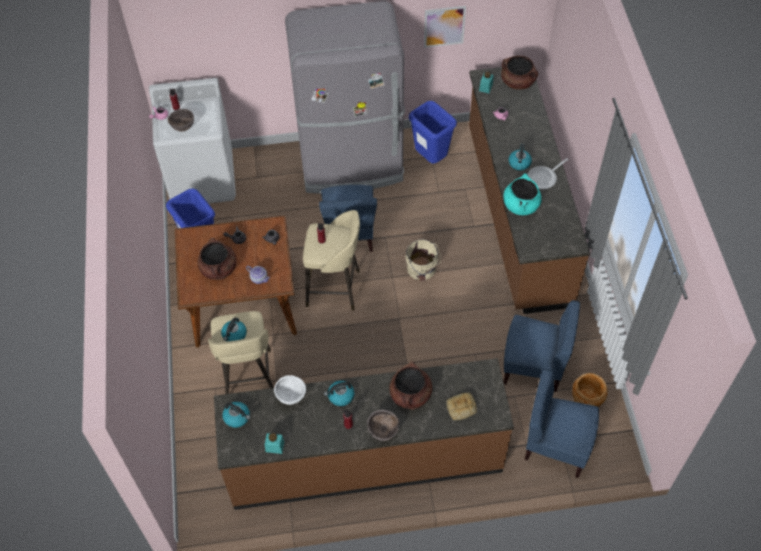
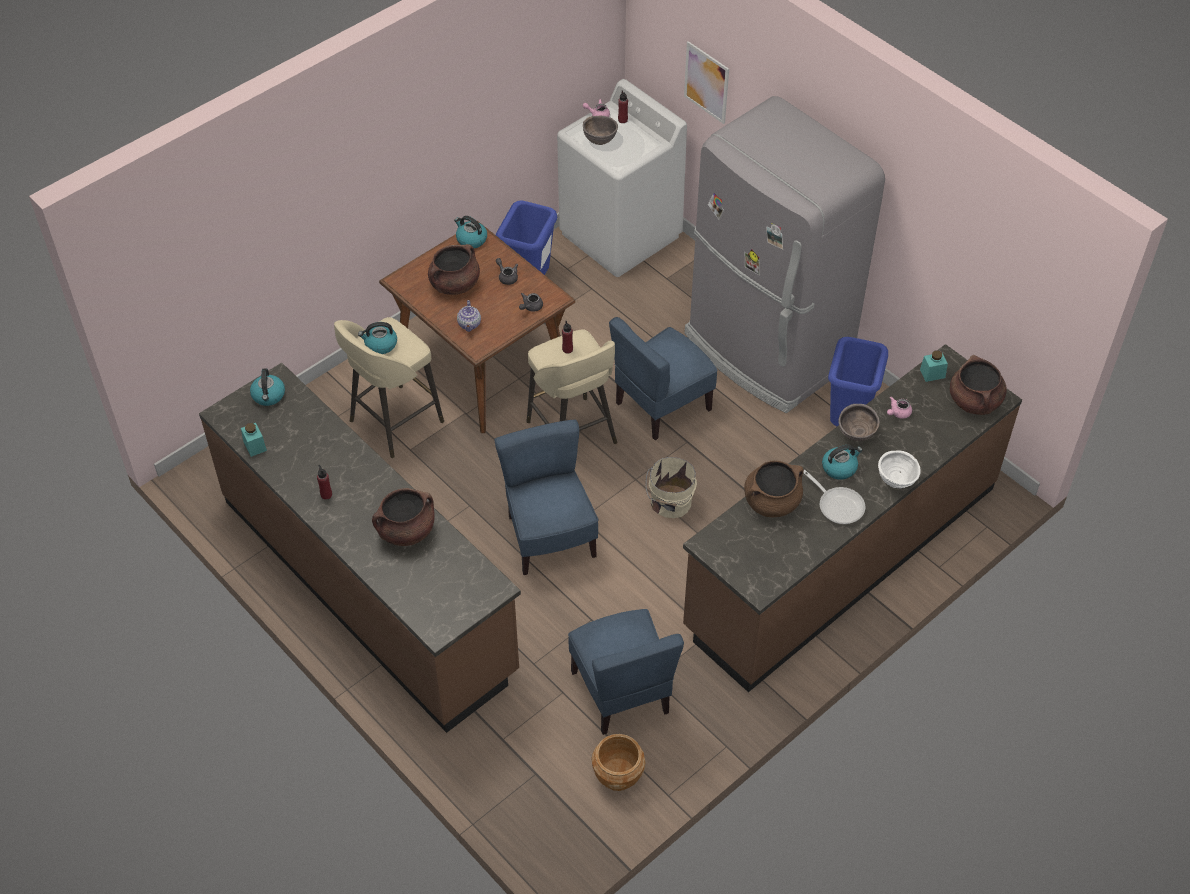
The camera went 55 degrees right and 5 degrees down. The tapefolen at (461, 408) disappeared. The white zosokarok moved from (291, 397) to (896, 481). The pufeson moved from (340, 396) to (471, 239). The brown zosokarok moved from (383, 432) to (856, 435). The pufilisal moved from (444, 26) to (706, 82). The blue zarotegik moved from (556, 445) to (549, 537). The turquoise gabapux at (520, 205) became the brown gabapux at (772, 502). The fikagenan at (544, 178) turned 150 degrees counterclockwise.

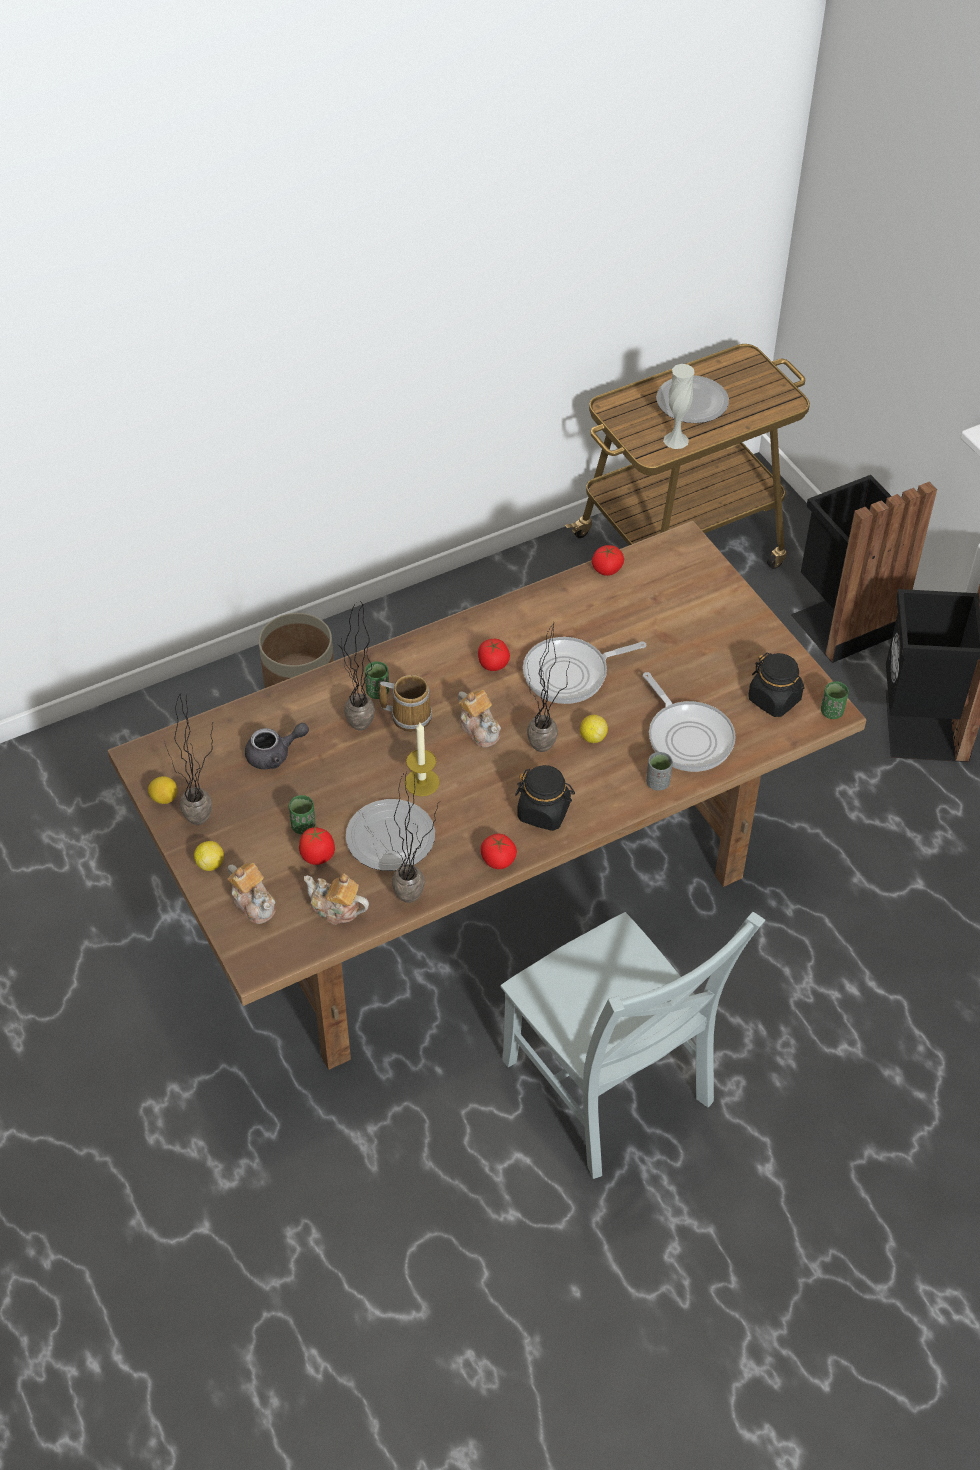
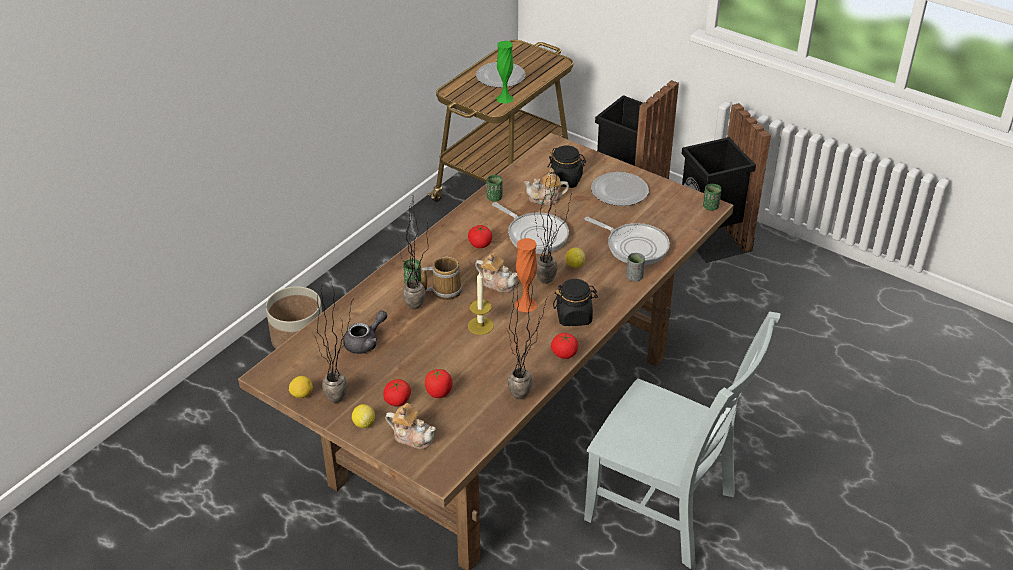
The camera went 25 degrees left and 10 degrees down. The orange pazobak at (525, 304) appeared. The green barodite moved from (303, 826) to (494, 198). The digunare moved from (336, 909) to (545, 199). The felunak moved from (391, 838) to (620, 191). The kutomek moved from (607, 569) to (397, 400). The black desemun moved from (774, 699) to (566, 180). The white pazobak at (676, 440) became the green pazobak at (505, 98). The fikagenan at (570, 674) turned 90 degrees counterclockwise.

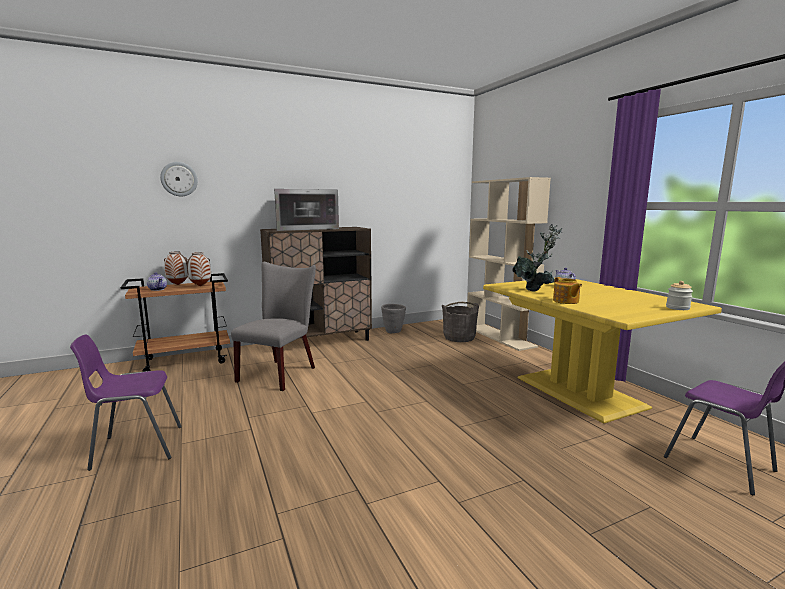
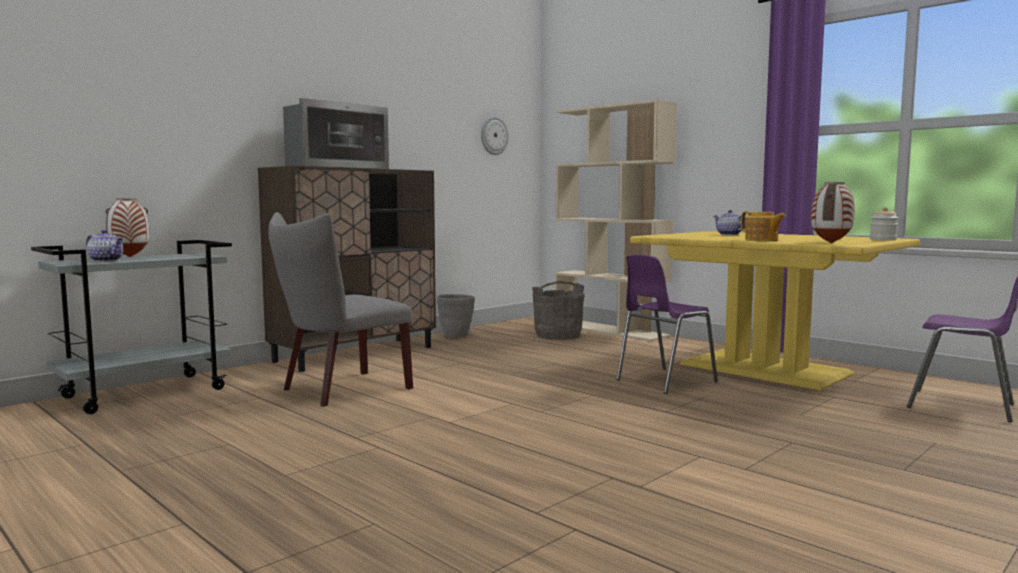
The camera went 20 degrees left and 5 degrees down. The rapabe at (535, 290) disappeared. The purple zarotegik moved from (135, 447) to (663, 381). The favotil moved from (179, 179) to (494, 135). The pazobak moved from (200, 286) to (830, 243). The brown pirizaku at (186, 361) became the grey pirizaku at (146, 393). The grey zarotegik at (280, 373) turned 135 degrees counterclockwise.

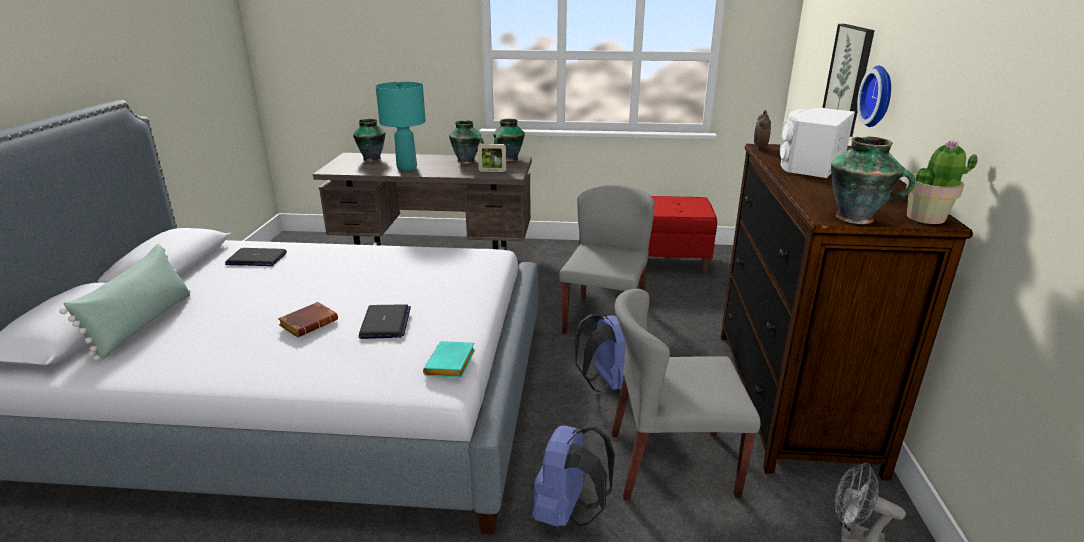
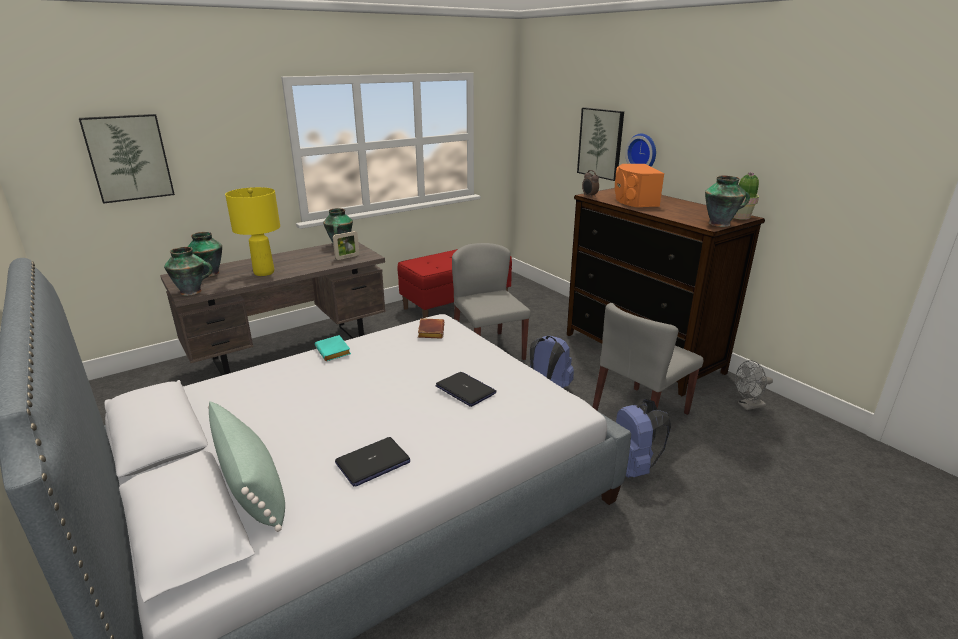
The camera went 40 degrees left and 0 degrees up. The pufilisal at (129, 158) appeared. The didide moved from (256, 259) to (372, 463). The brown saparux moved from (309, 323) to (430, 331). The turquoise saparux moved from (451, 365) to (334, 352). The pazobak moved from (467, 161) to (192, 292). The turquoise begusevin at (406, 168) became the yellow begusevin at (263, 273). The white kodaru at (809, 164) became the orange kodaru at (634, 200).

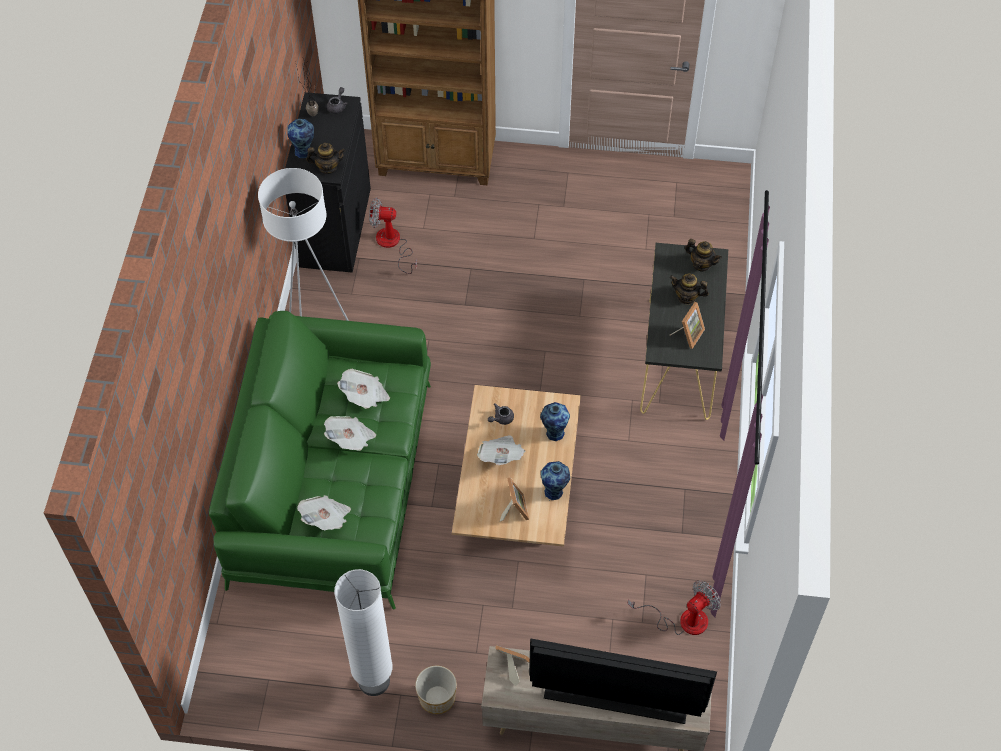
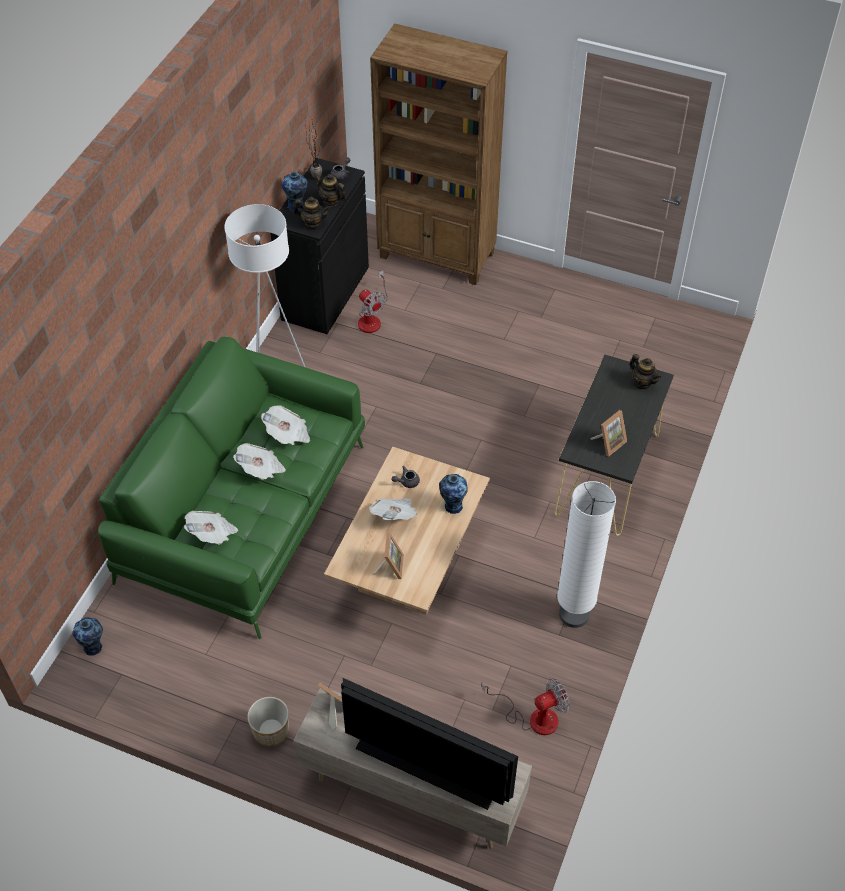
The camera went 15 degrees right and 5 degrees down. The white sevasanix moved from (374, 681) to (574, 615). The pazobak moved from (554, 492) to (94, 647). The digunare moved from (687, 297) to (331, 201). The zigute at (392, 244) turned 150 degrees counterclockwise.

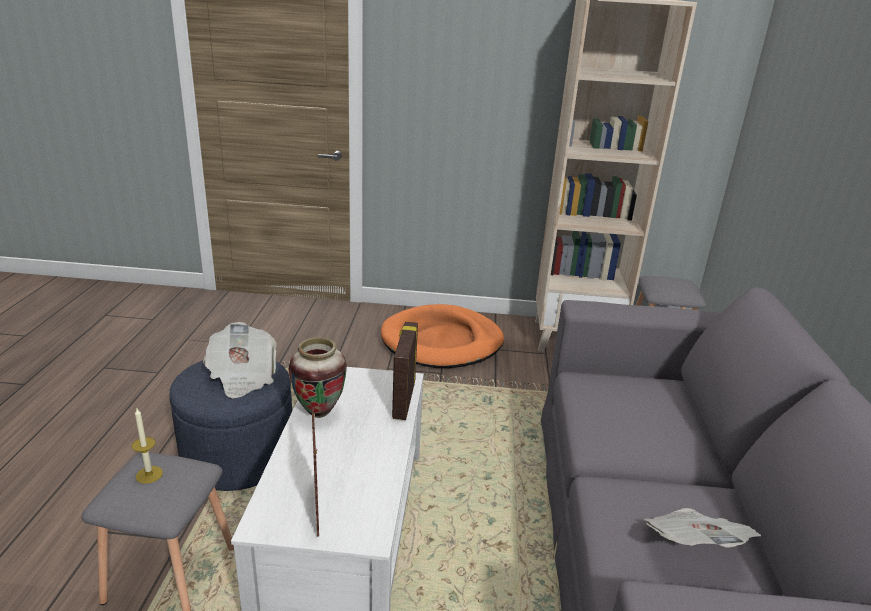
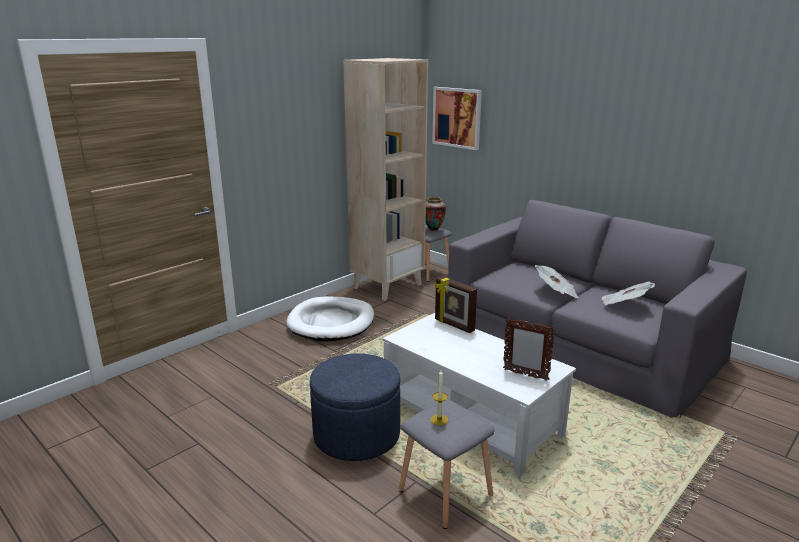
The camera went 50 degrees left and 5 degrees down. The pufilisal at (457, 117) appeared. The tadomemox moved from (242, 376) to (556, 292). The pazobak moved from (319, 412) to (433, 230). The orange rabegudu at (442, 341) became the white rabegudu at (331, 322).

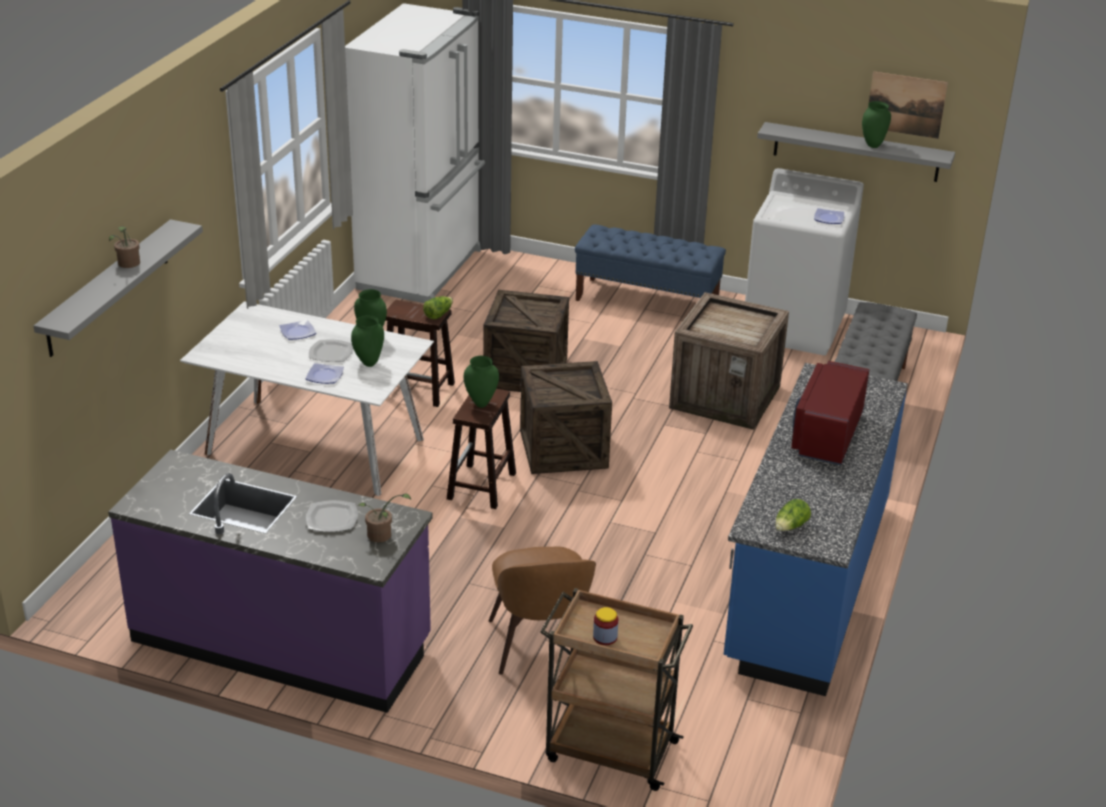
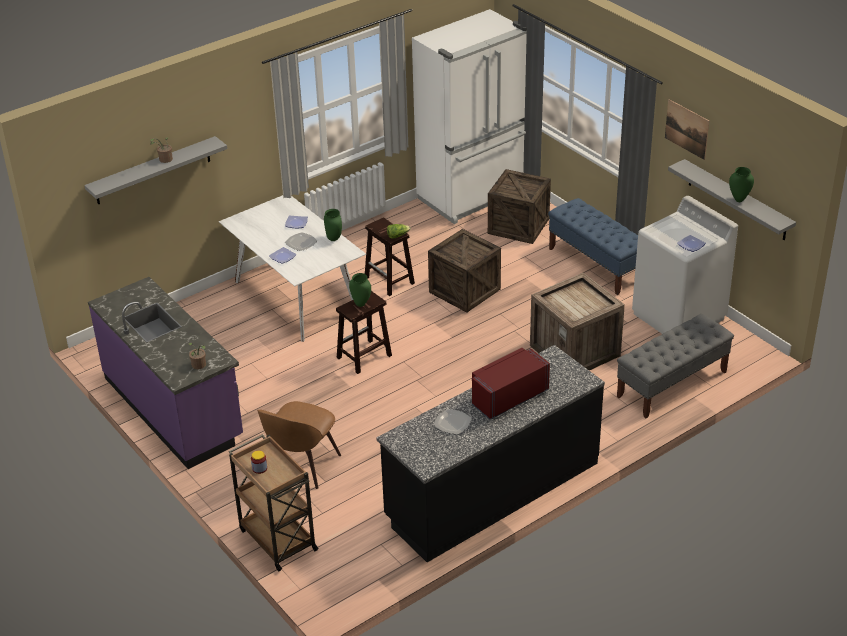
The camera went 35 degrees right and 5 degrees up. The green pazobak at (369, 363) disappeared. The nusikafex at (790, 527) disappeared. The felunak moved from (332, 518) to (453, 423). The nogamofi moved from (563, 449) to (518, 226). The pufilisal moved from (906, 104) to (686, 129). The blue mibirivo at (806, 582) became the black mibirivo at (492, 491).

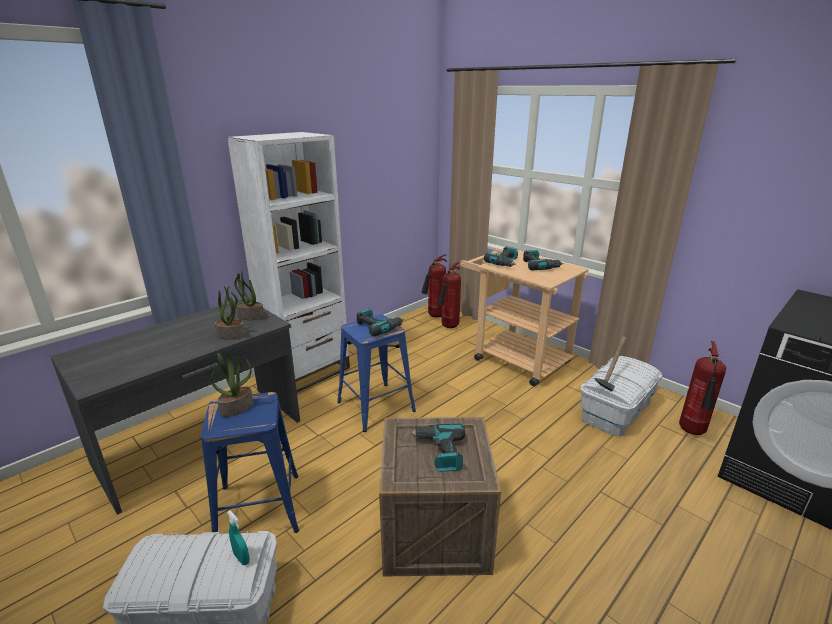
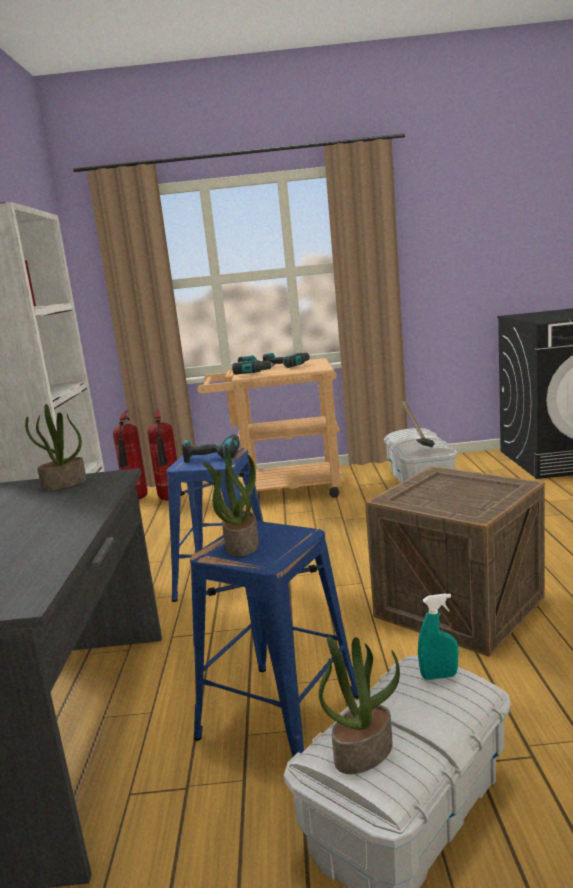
The camera went 45 degrees left and 10 degrees down. The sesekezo at (440, 452) disappeared. The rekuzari at (692, 432) disappeared. The rapabe moved from (231, 335) to (363, 751).

